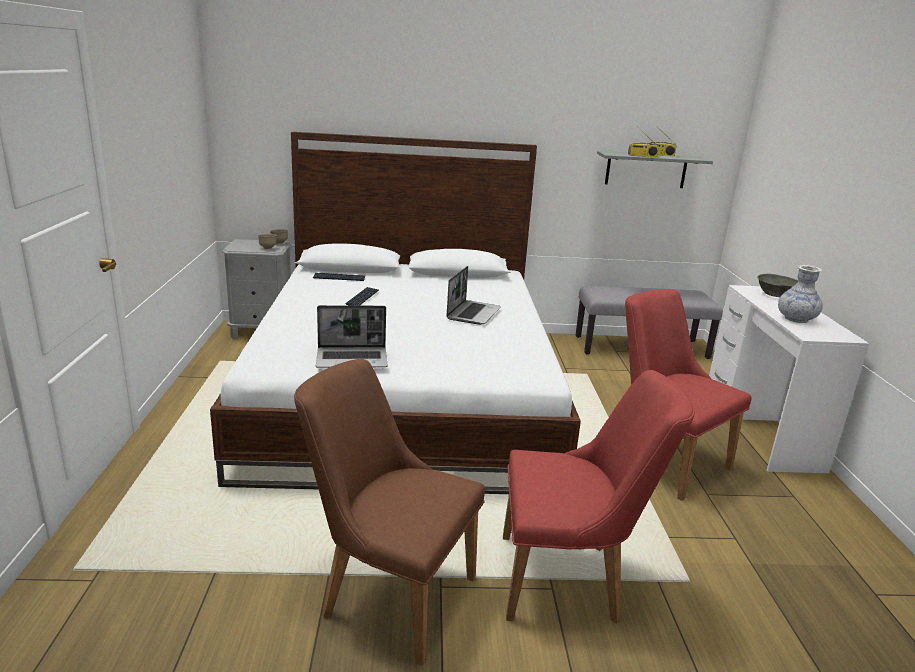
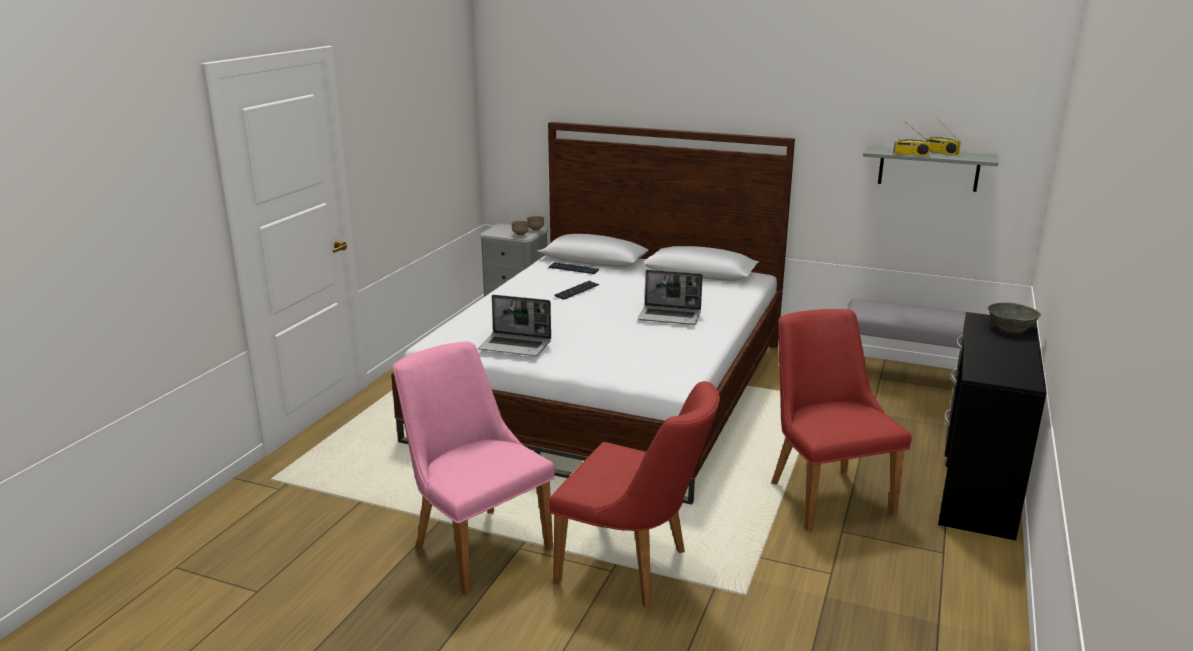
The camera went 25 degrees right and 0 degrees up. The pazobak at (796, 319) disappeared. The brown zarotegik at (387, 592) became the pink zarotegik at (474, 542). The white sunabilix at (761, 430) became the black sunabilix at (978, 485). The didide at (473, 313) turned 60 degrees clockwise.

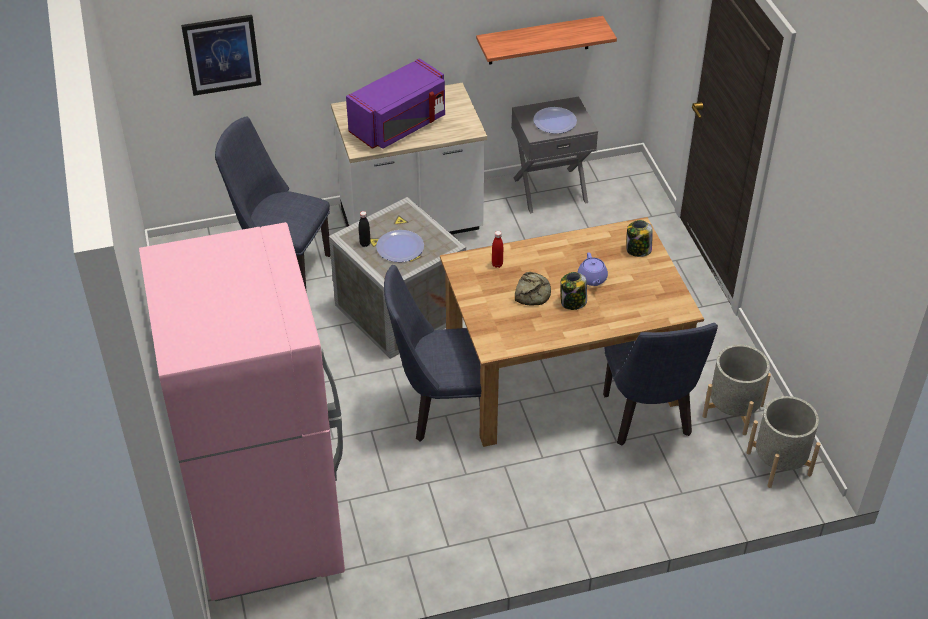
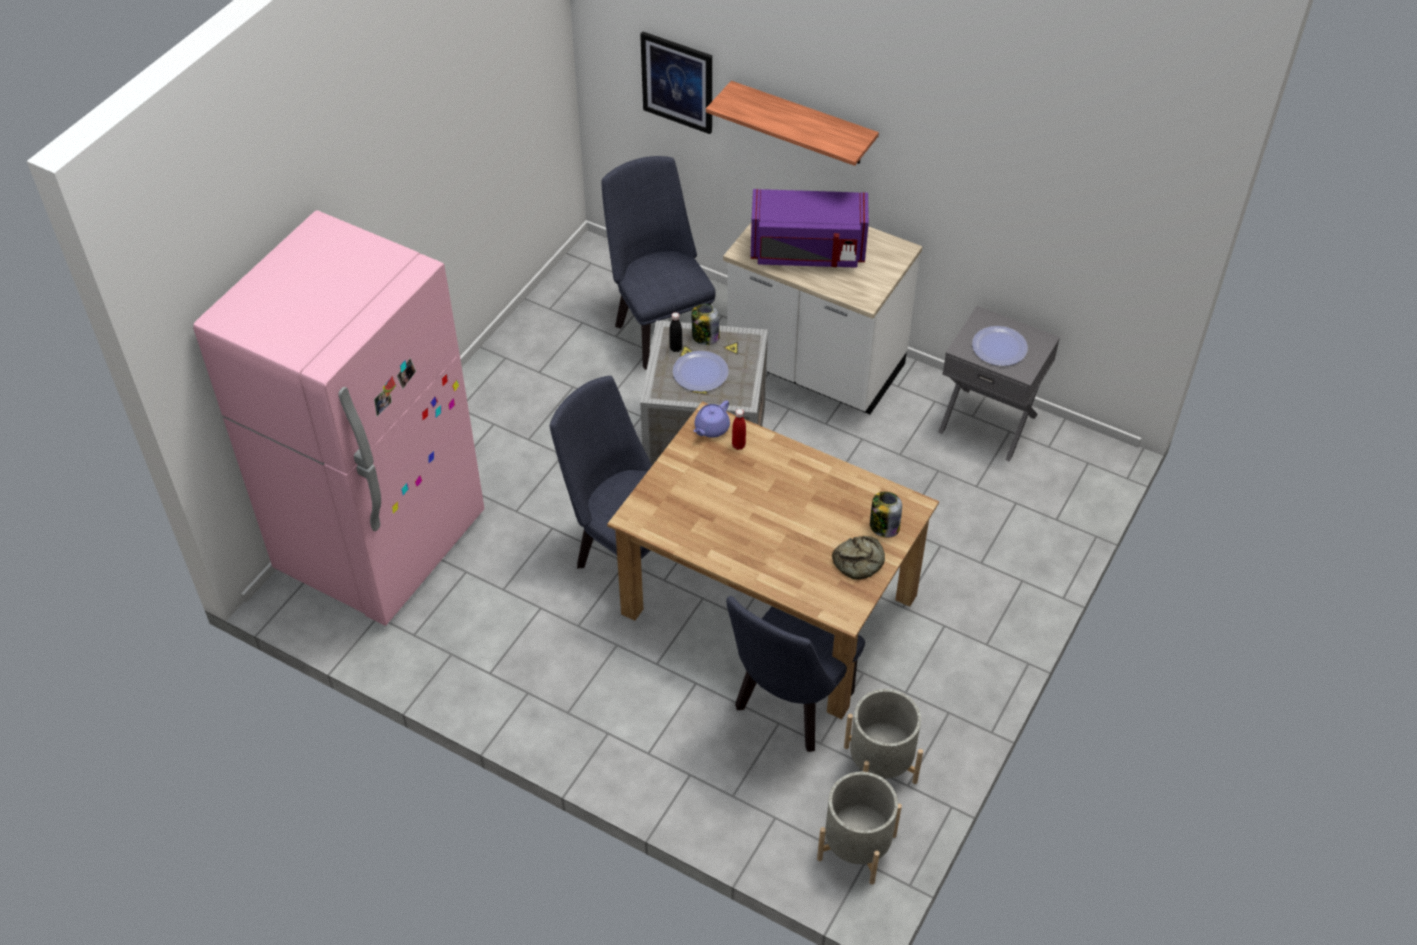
The camera went 45 degrees right and 5 degrees up. The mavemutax moved from (539, 40) to (802, 124). The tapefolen moved from (533, 292) to (860, 561). The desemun moved from (573, 302) to (705, 337). The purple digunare moved from (592, 279) to (711, 428).

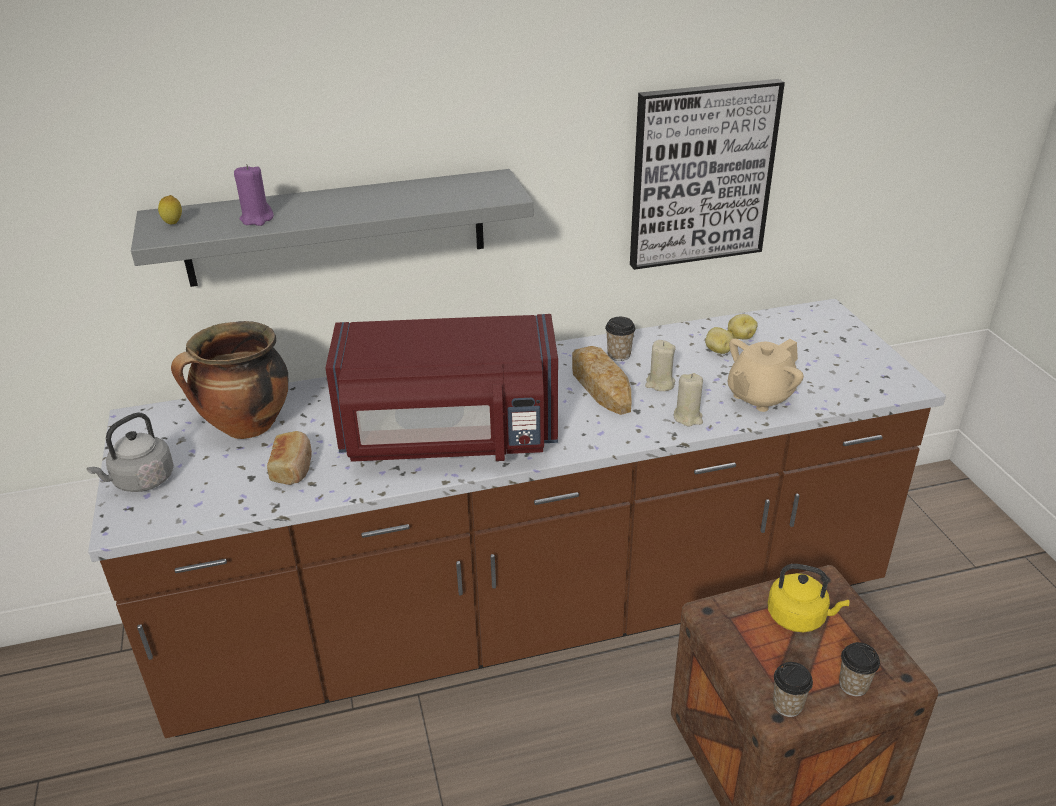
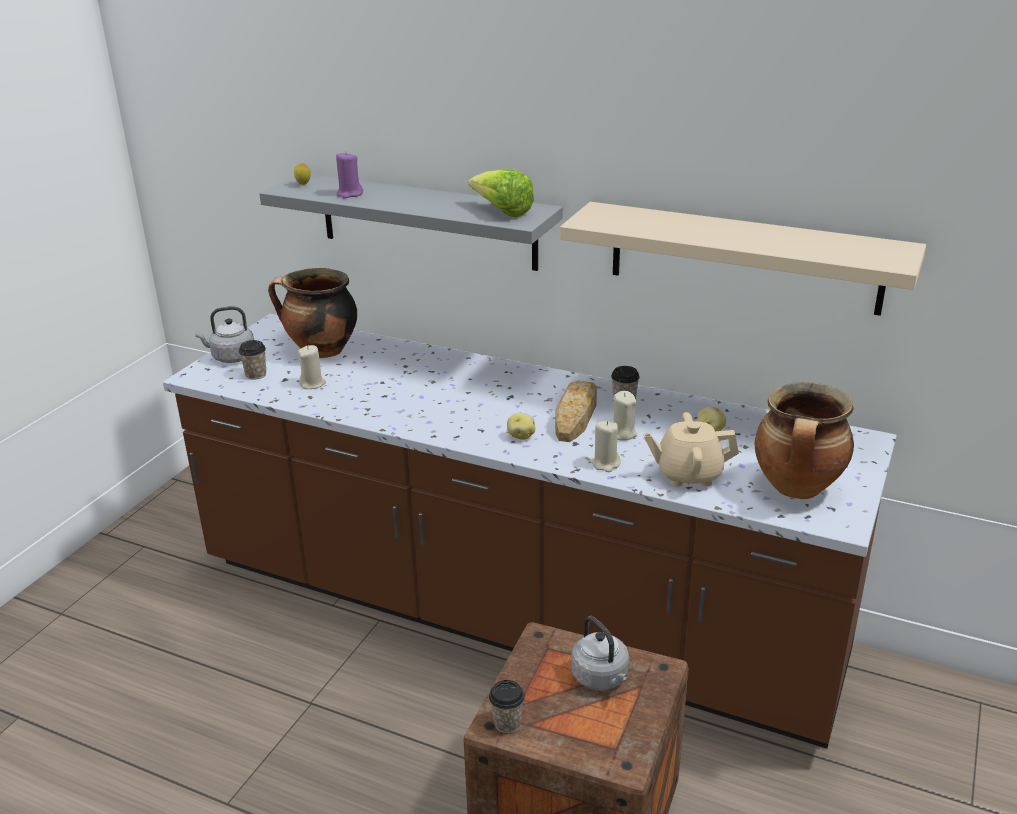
The camera went 40 degrees right and 5 degrees down. The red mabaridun at (449, 439) disappeared. The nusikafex at (503, 212) appeared. The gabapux at (798, 489) appeared. The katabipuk moved from (740, 337) to (521, 436). The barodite moved from (853, 685) to (256, 375). The tapefolen at (293, 468) was replaced by the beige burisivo at (312, 384). The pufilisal at (701, 175) was replaced by the beige mavemutax at (744, 257). The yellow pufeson at (799, 617) became the grey pufeson at (601, 678).

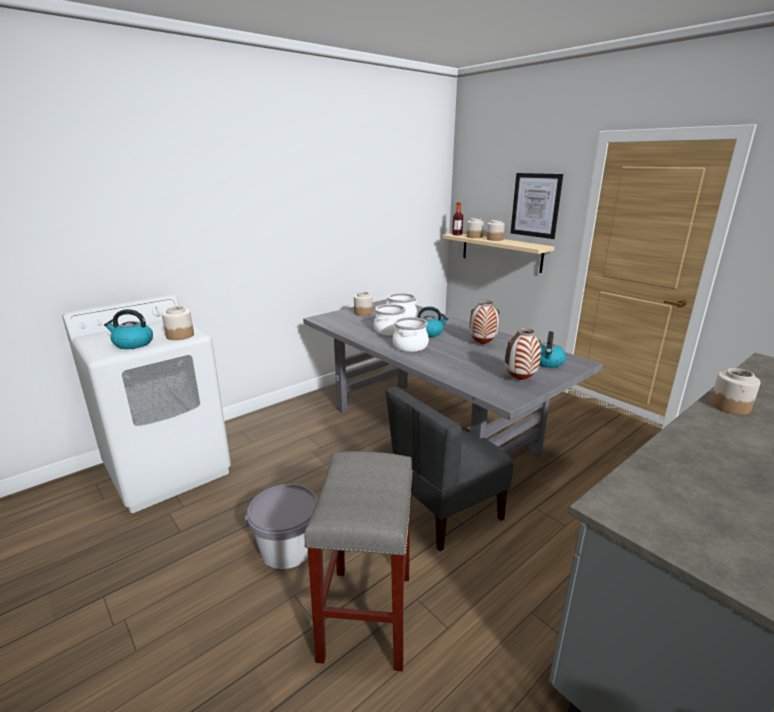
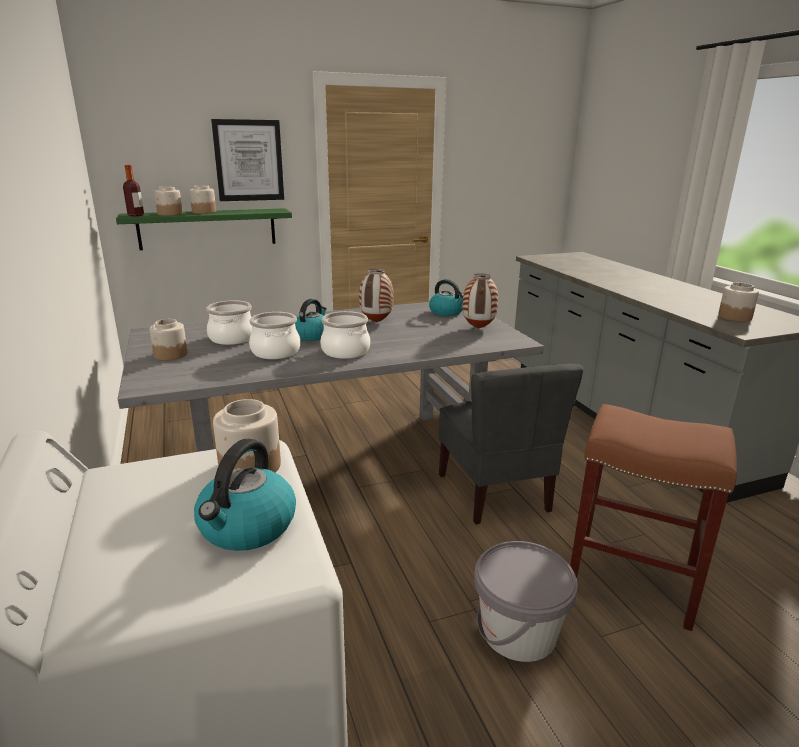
The camera went 70 degrees left and 0 degrees up. The desemun moved from (730, 406) to (734, 317). The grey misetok at (366, 614) became the brown misetok at (629, 581). The beige mavemutax at (501, 252) became the green mavemutax at (207, 228).

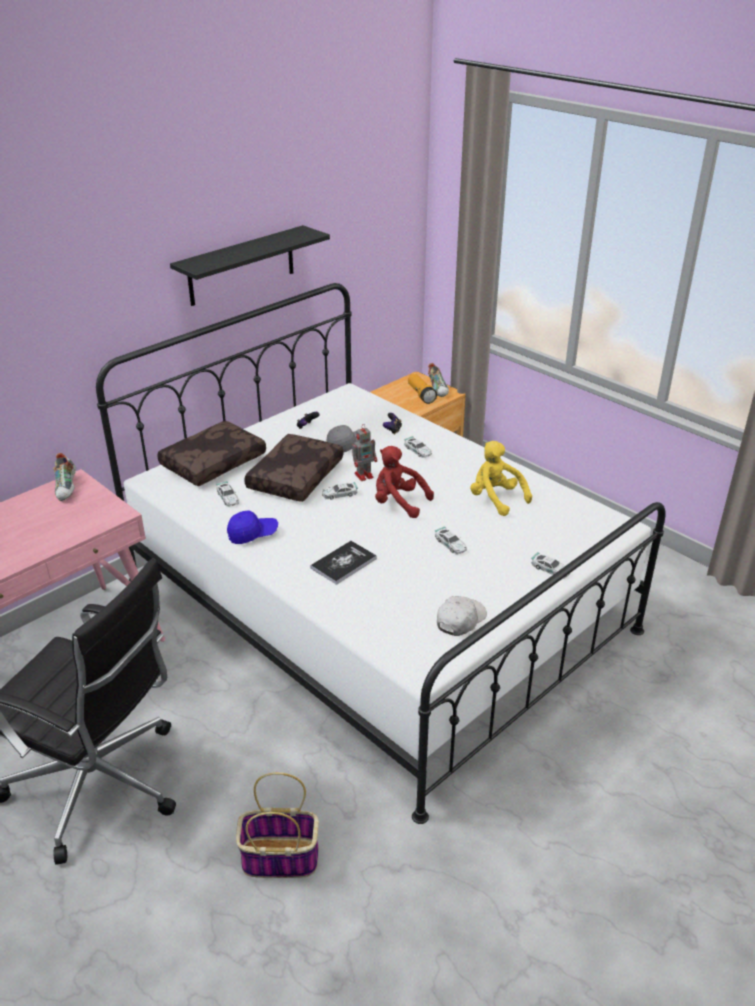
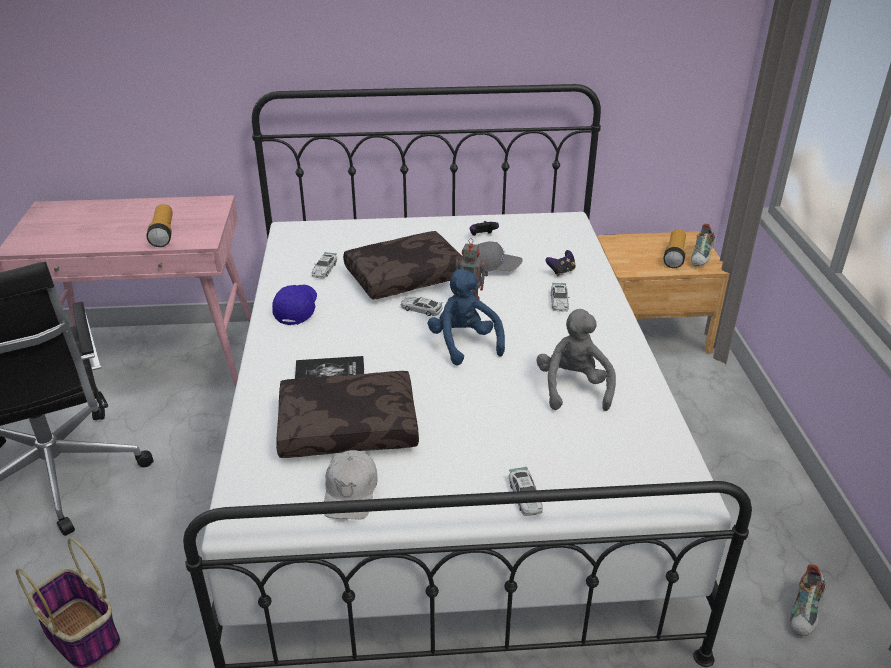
The camera went 40 degrees right and 0 degrees up. The black mavemutax at (241, 266) disappeared. The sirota at (450, 544) disappeared. The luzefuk at (163, 234) appeared. The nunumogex moved from (67, 488) to (805, 613). The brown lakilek moved from (213, 462) to (349, 426). The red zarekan at (398, 503) became the blue zarekan at (464, 343). The yellow zarekan at (495, 499) became the grey zarekan at (573, 388). The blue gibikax at (252, 534) turned 105 degrees counterclockwise. The white gibikax at (460, 620) turned 105 degrees clockwise.

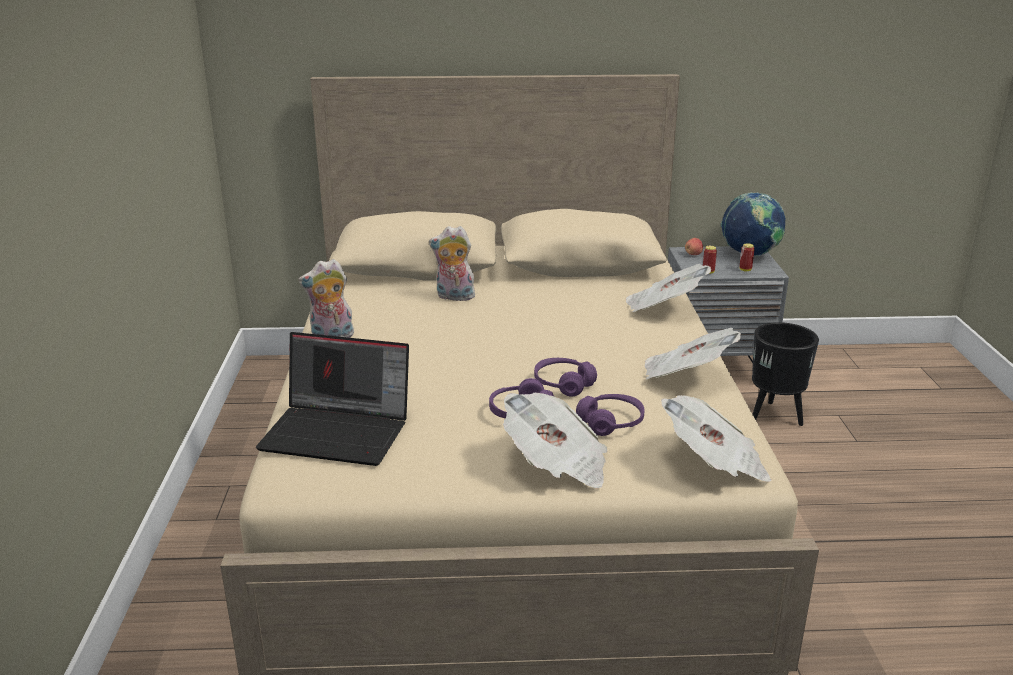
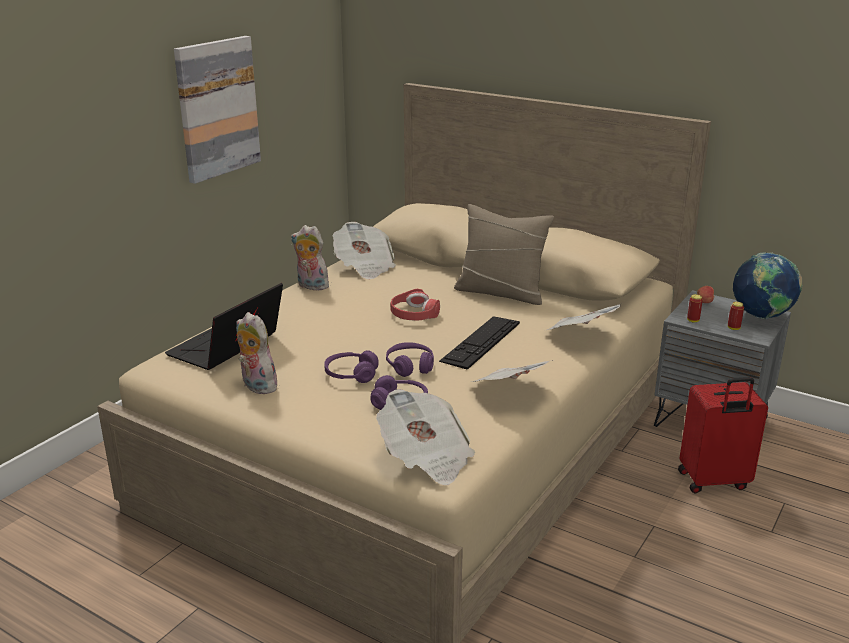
The camera went 35 degrees right and 0 degrees up. The pufilisal at (217, 108) appeared. The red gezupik at (414, 314) appeared. The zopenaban at (481, 341) appeared. The beige lakilek at (501, 292) appeared. The zarekan moved from (454, 297) to (256, 386). The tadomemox moved from (557, 464) to (364, 267). The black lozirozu at (774, 417) was replaced by the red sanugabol at (713, 481). The didide at (339, 432) turned 75 degrees clockwise.

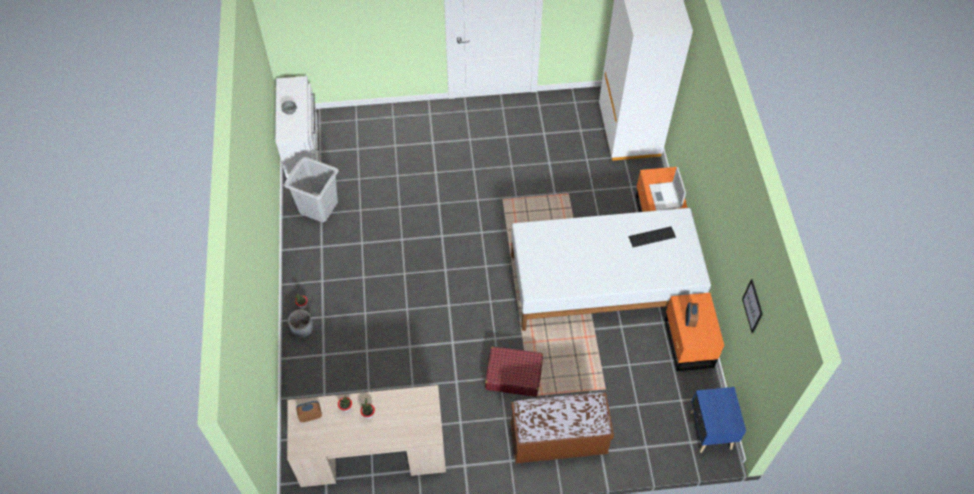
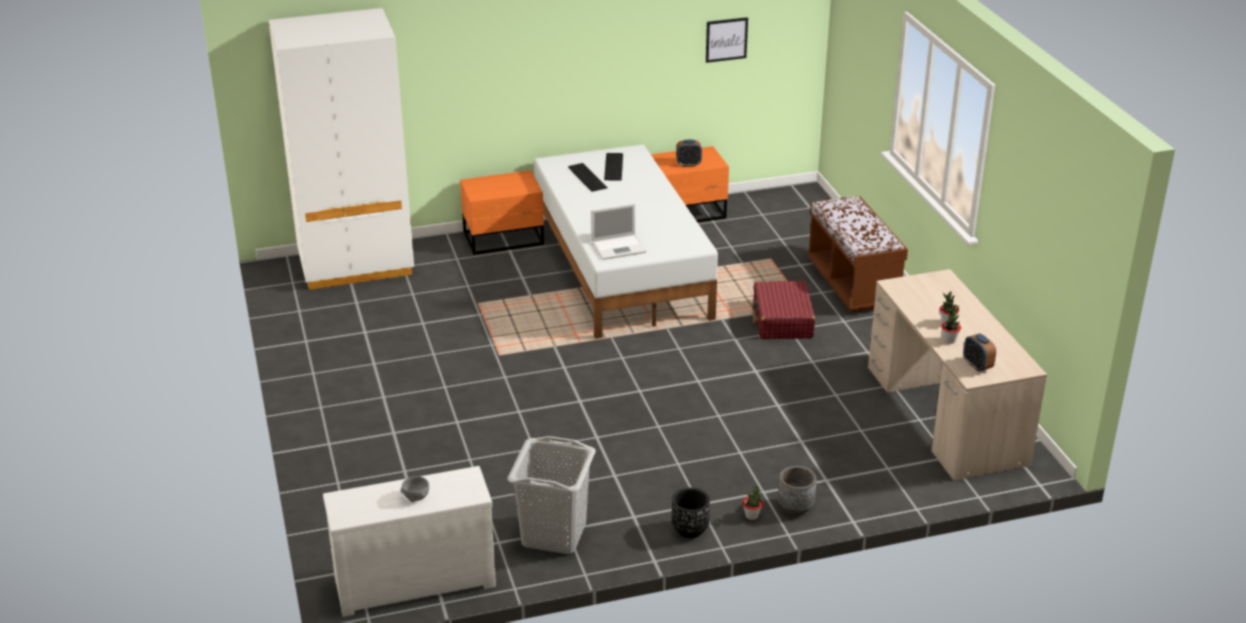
The camera went 100 degrees left and 25 degrees down. The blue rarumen at (710, 431) disappeared. The zopenaban at (614, 166) appeared. The black lozirozu at (690, 530) appeared. The didide moved from (665, 197) to (619, 247).

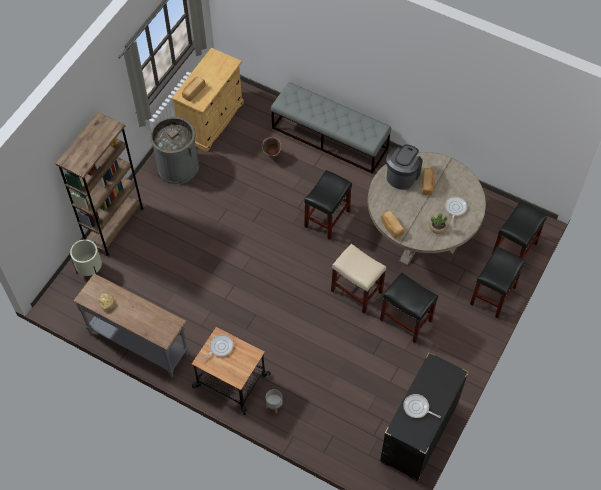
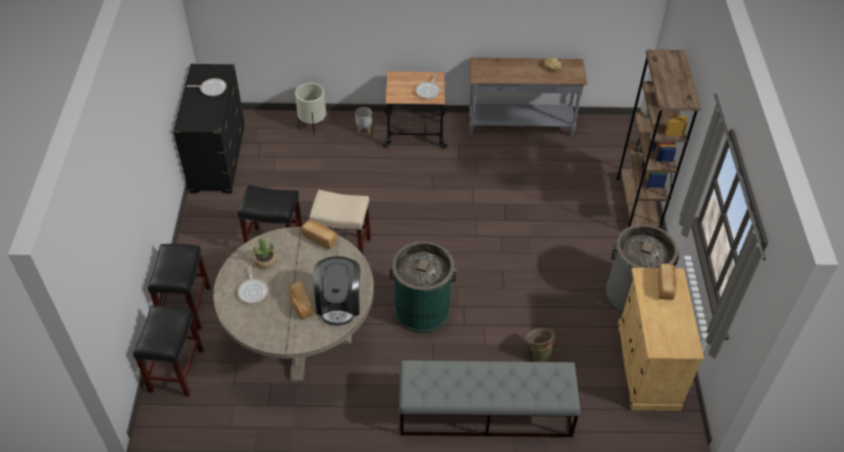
The camera went 150 degrees right and 10 degrees down. The beige lozirozu moved from (90, 270) to (313, 124). The black misetok at (327, 218) was replaced by the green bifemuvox at (422, 309).

